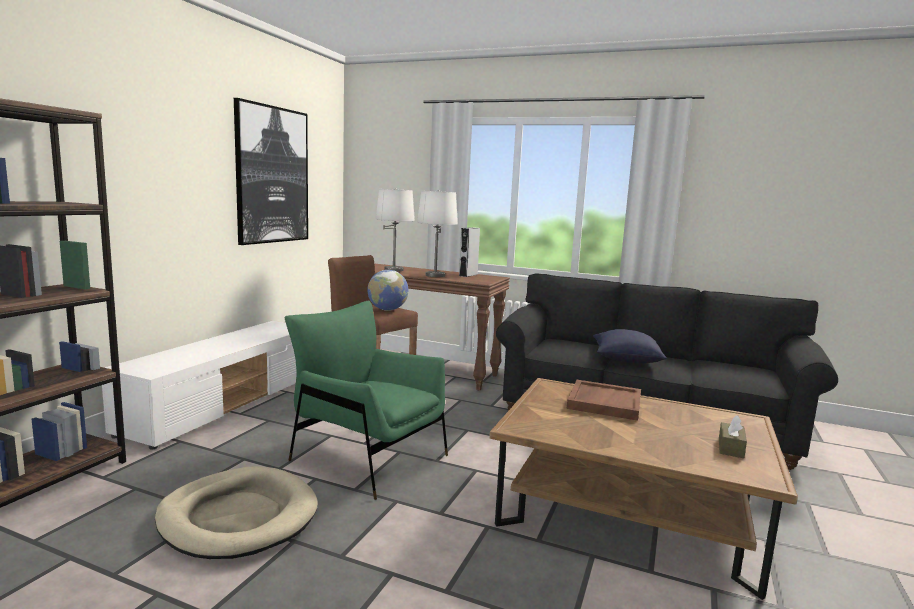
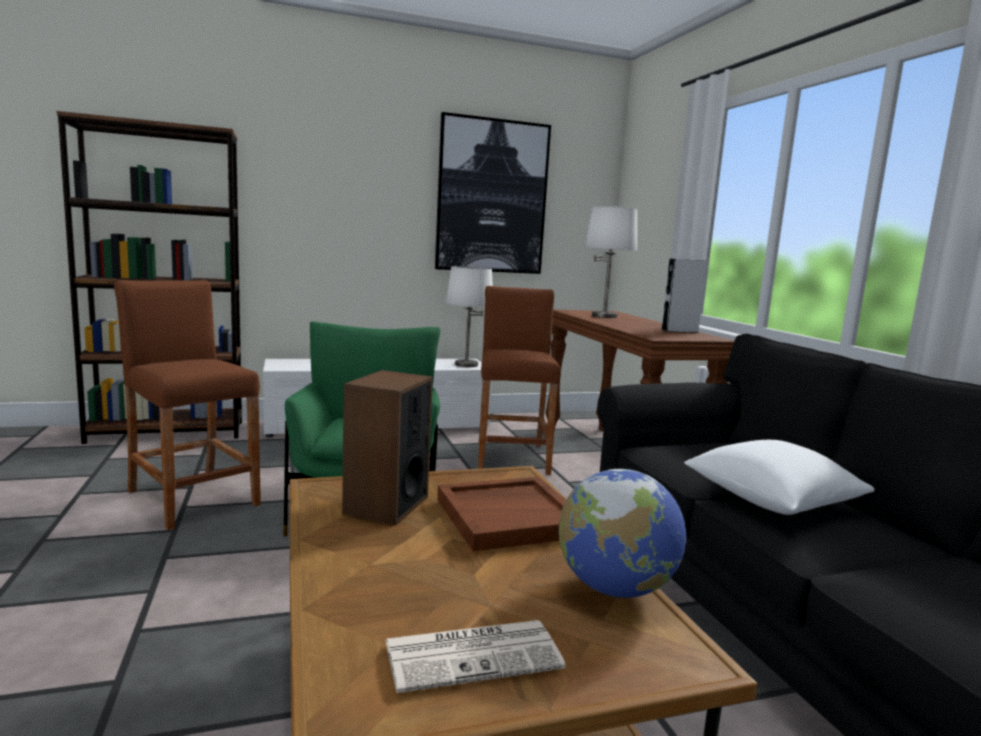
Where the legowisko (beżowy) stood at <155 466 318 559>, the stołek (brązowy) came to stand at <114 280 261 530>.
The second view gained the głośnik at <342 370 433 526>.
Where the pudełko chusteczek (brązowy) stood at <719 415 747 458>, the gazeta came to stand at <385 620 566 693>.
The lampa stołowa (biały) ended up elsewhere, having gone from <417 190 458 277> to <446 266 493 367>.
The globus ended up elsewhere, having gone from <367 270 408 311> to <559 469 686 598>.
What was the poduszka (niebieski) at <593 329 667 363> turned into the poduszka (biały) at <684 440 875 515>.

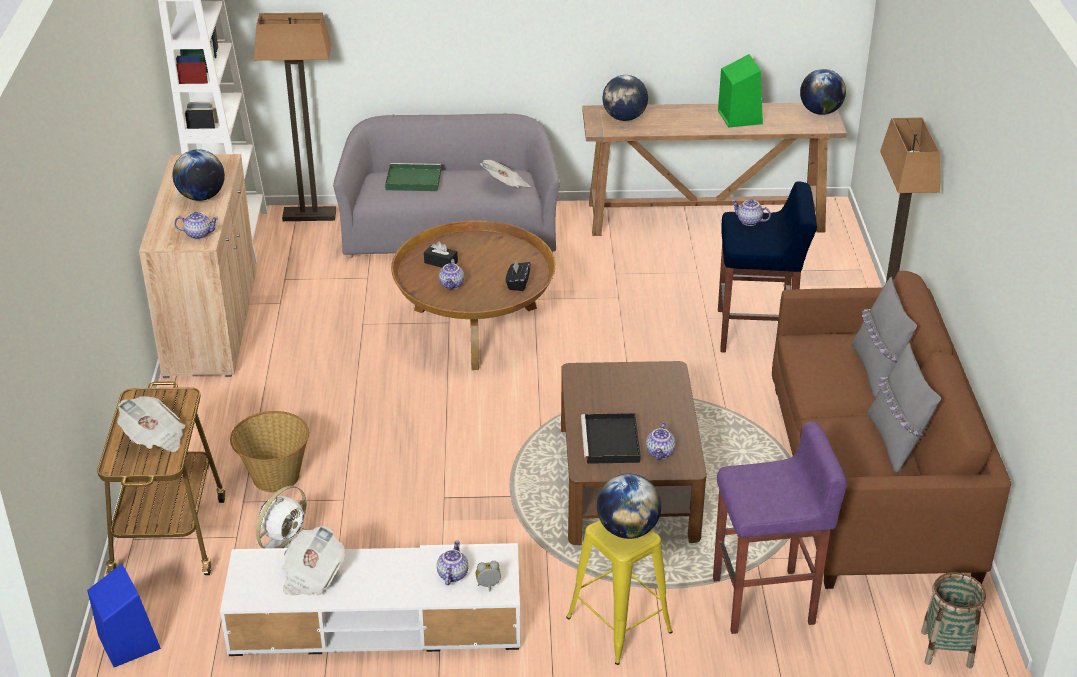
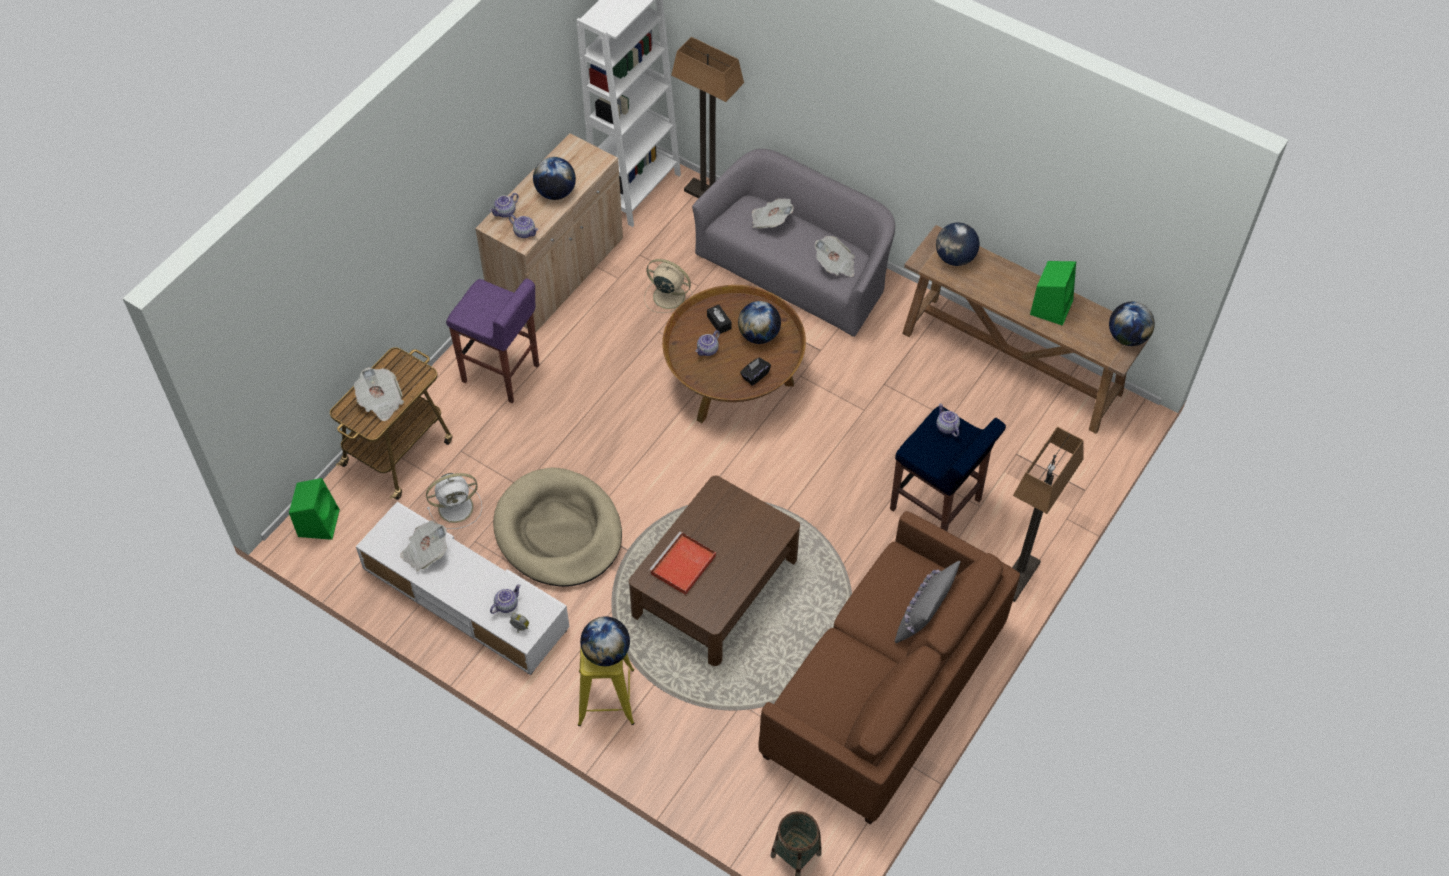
What was the głośnik (niebieski) at <87 564 161 667> turned into the głośnik (zielony) at <289 478 340 540>.
The stołek (fioletowy) ended up elsewhere, having gone from <713 422 847 634> to <446 279 539 403>.
The imbryk ended up elsewhere, having gone from <646 422 676 460> to <489 193 519 218>.
The second view gained the legowisko (beżowy) at <493 467 622 587>.
The second view gained the wentylator (beżowy) at <644 259 693 313>.
What was the taca (czarny) at <581 413 641 464> turned into the taca (czerwony) at <649 532 716 595>.
The second view gained the globus at <738 301 781 344>.
Where the taca (zielony) stood at <385 163 441 191>, the gazeta came to stand at <752 198 794 228>.
The second view lost the koszyk at <230 411 309 492>.
The second view lost the poduszka (szary) at <867 343 941 473>.

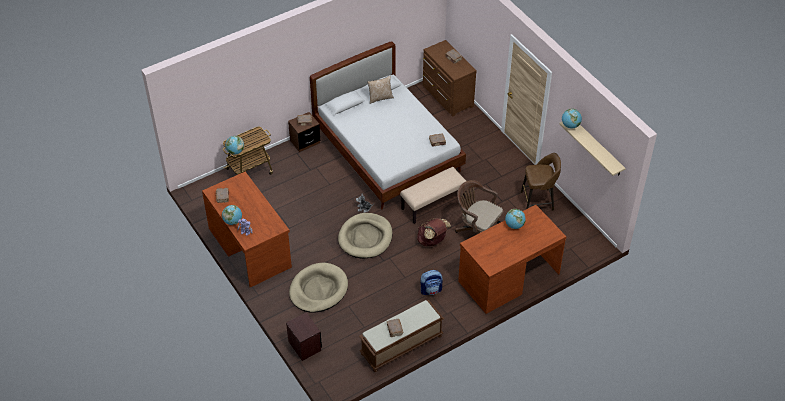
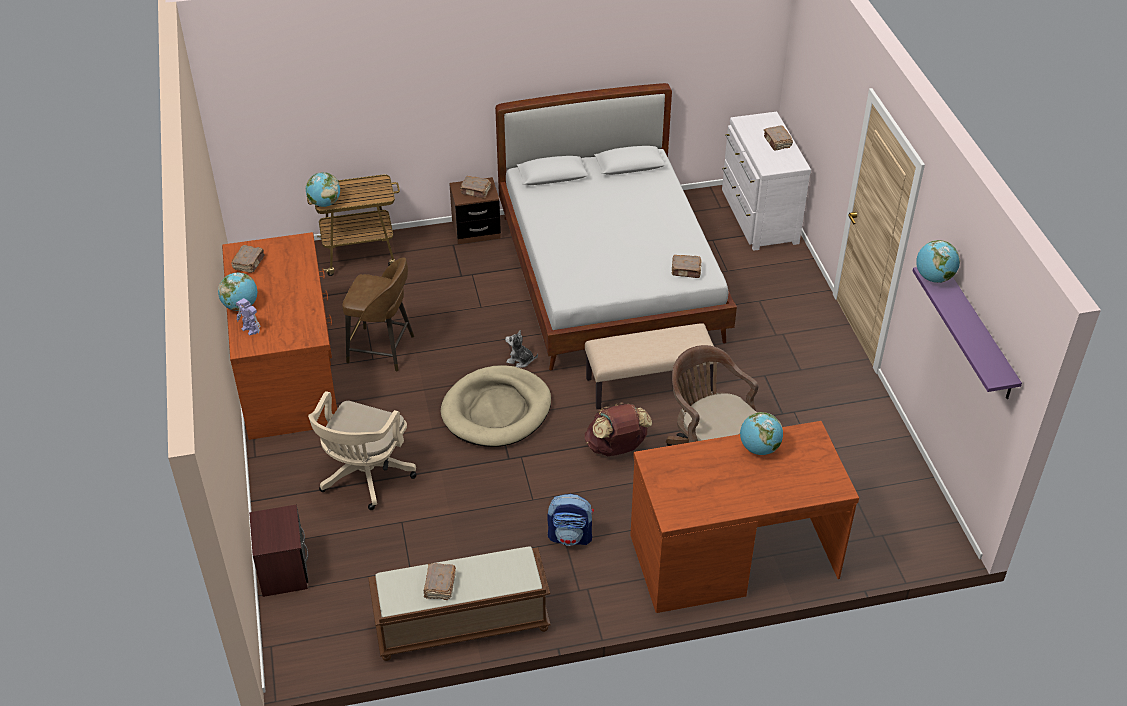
Where the legowisko (beżowy) stood at <289 263 348 312>, the krzesło biurowe (beżowy) came to stand at <308 391 417 510>.
The stołek (brązowy) ended up elsewhere, having gone from <521 153 561 210> to <342 257 414 372>.
What was the komoda (brązowy) at <423 40 477 117> turned into the komoda (biały) at <722 112 811 251>.
What was the półka (beżowy) at <559 122 626 176> turned into the półka (fioletowy) at <912 267 1022 399>.
The second view lost the poduszka at <367 76 394 104>.

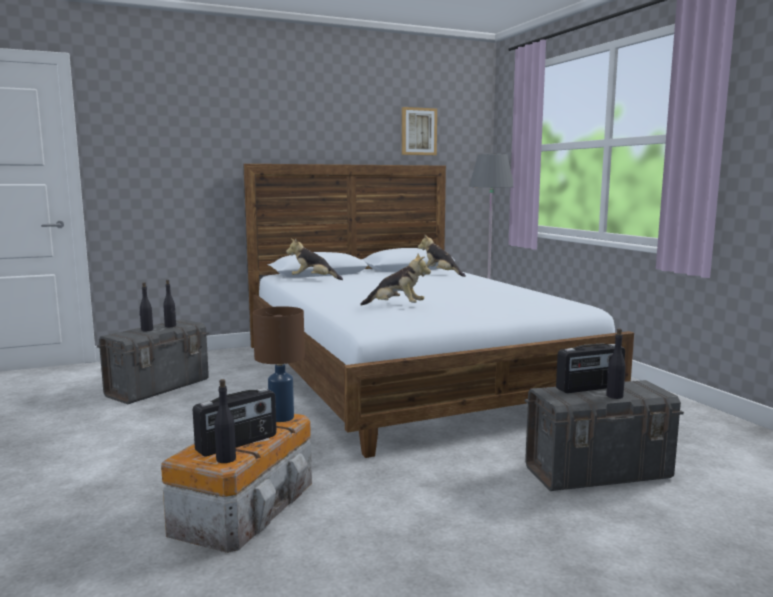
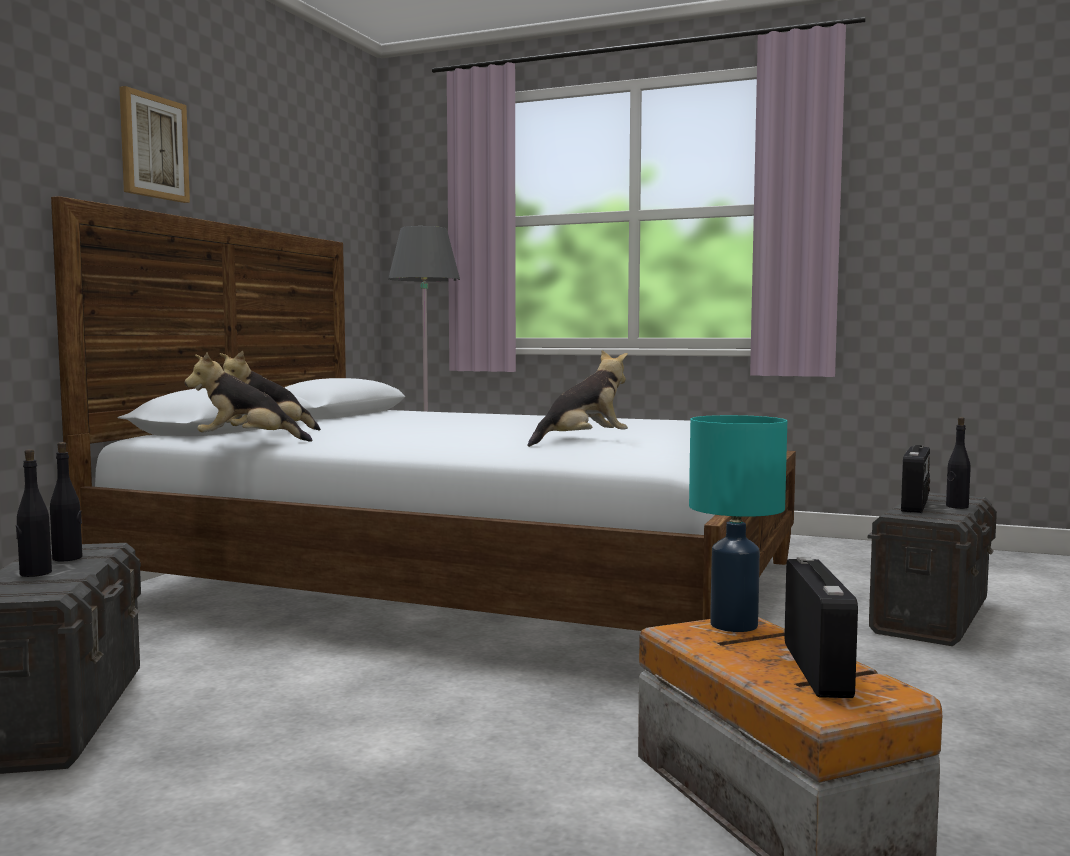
The obraz ended up elsewhere, having gone from <402 107 437 155> to <119 86 190 203>.
The pluszak ended up elsewhere, having gone from <418 235 466 277> to <185 352 313 442>.
What was the lampa stołowa (brązowy) at <253 306 305 422> turned into the lampa stołowa (turkusowy) at <689 415 787 632>.
The second view lost the butelka (czarny) at <214 379 236 463>.

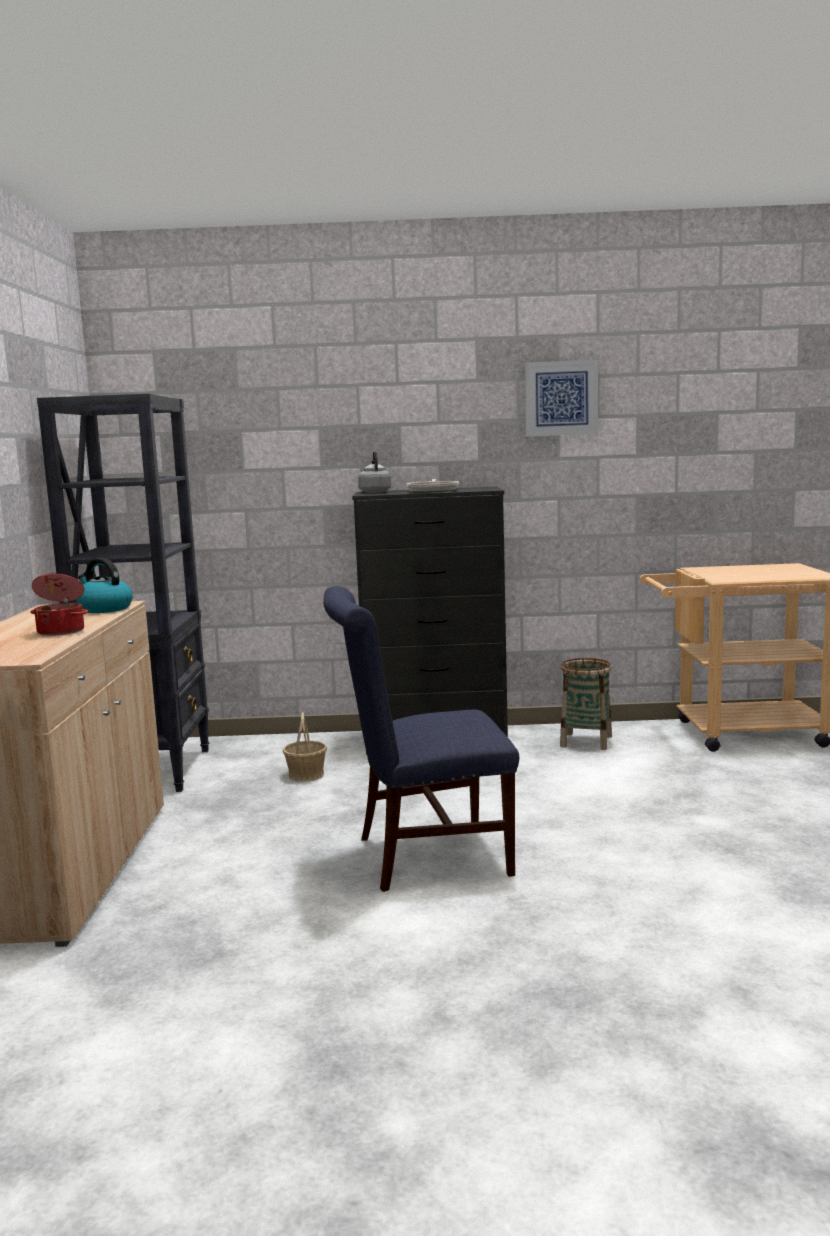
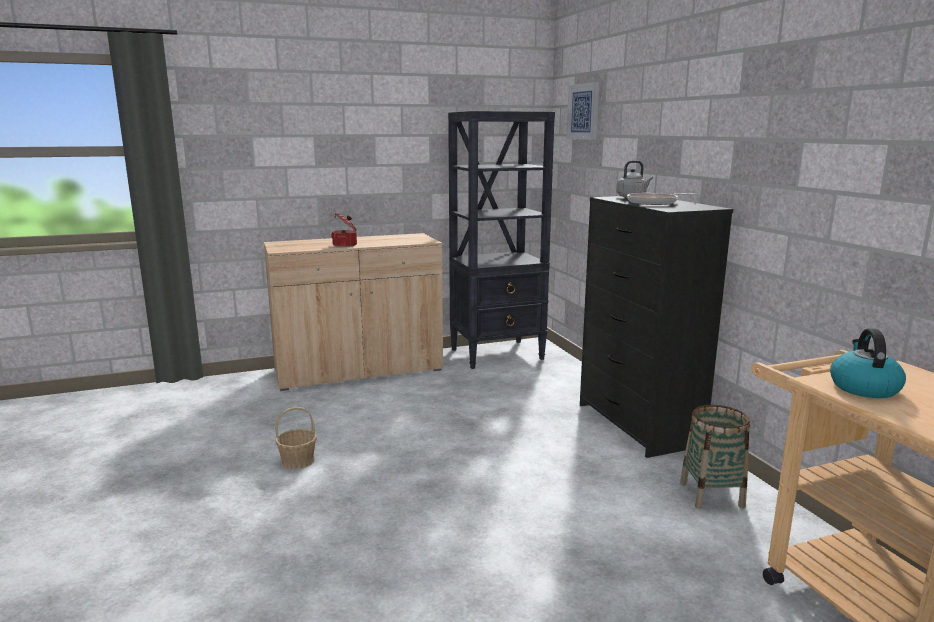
The koszyk ended up elsewhere, having gone from <282 712 327 782> to <275 407 317 470>.
The obraz ended up elsewhere, having gone from <525 360 598 436> to <566 82 599 140>.
The czajnik ended up elsewhere, having gone from <76 558 133 613> to <830 328 906 398>.
The second view lost the krzesło (niebieski) at <323 586 519 892>.

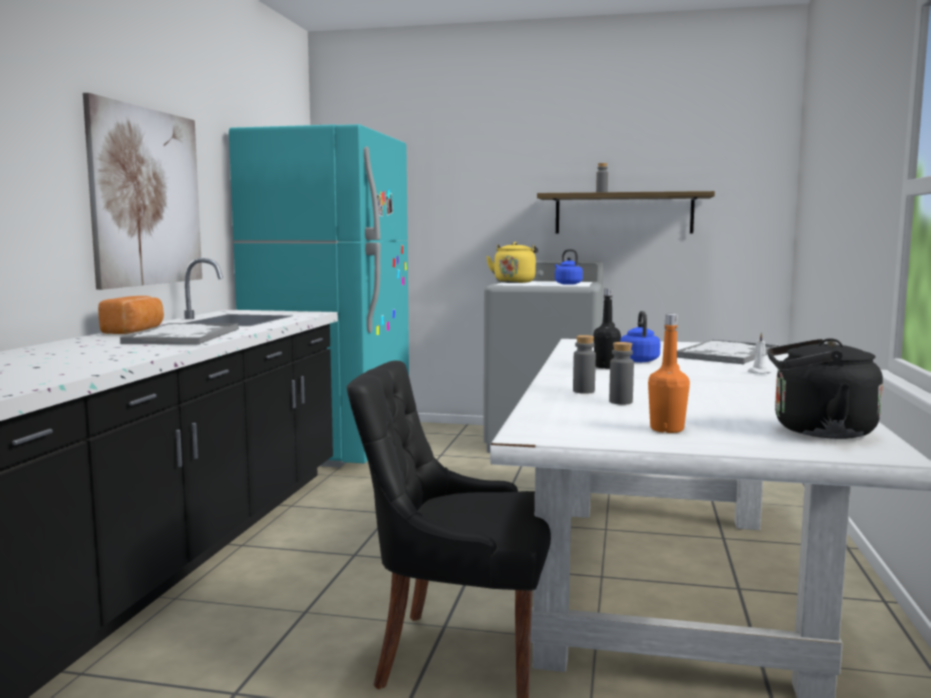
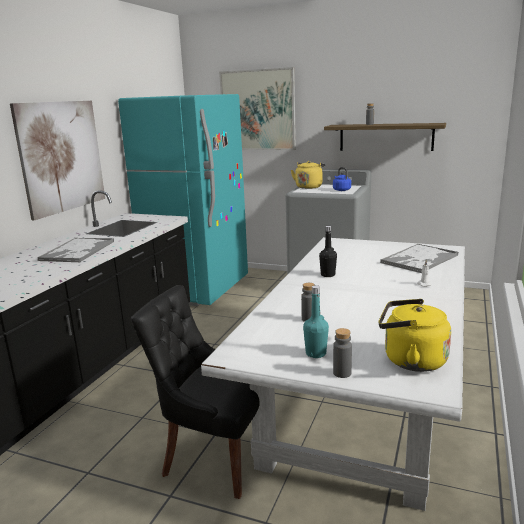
The second view gained the obraz at <219 67 296 150>.
What was the butelka (pomarańczowy) at <648 314 690 433> turned into the butelka (turkusowy) at <303 285 329 358>.
The butelka (szary) ended up elsewhere, having gone from <573 335 596 394> to <333 328 352 378>.
What was the czajnik (czarny) at <767 338 883 439> turned into the czajnik (żółty) at <378 299 451 372>.
The second view lost the chleb at <98 296 164 334>.
The second view lost the czajnik (niebieski) at <620 311 661 362>.

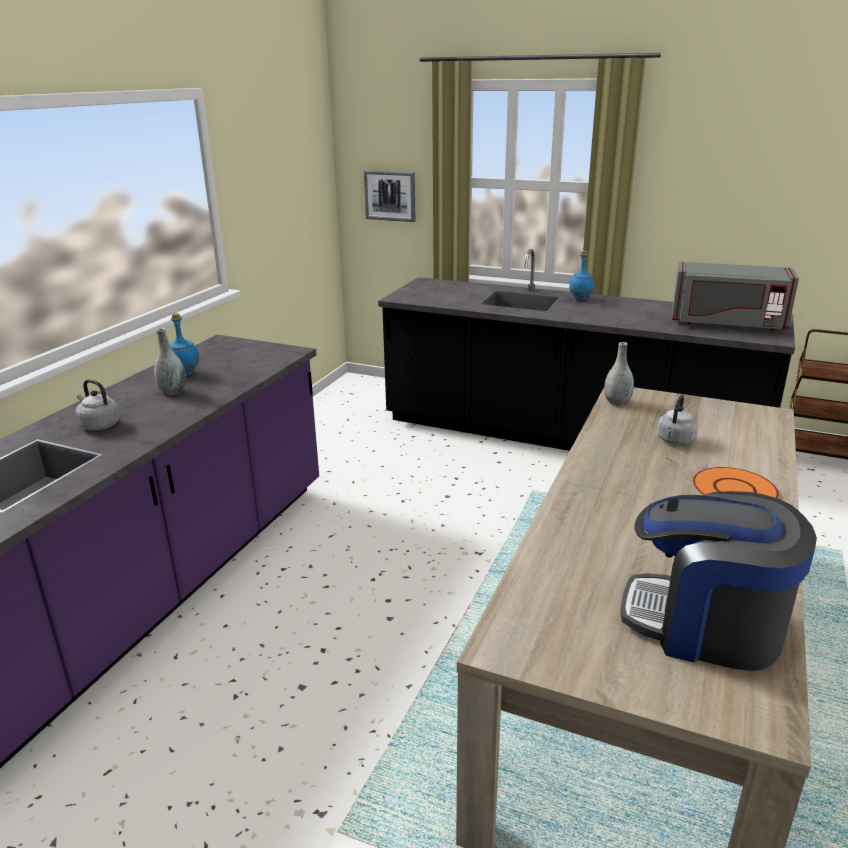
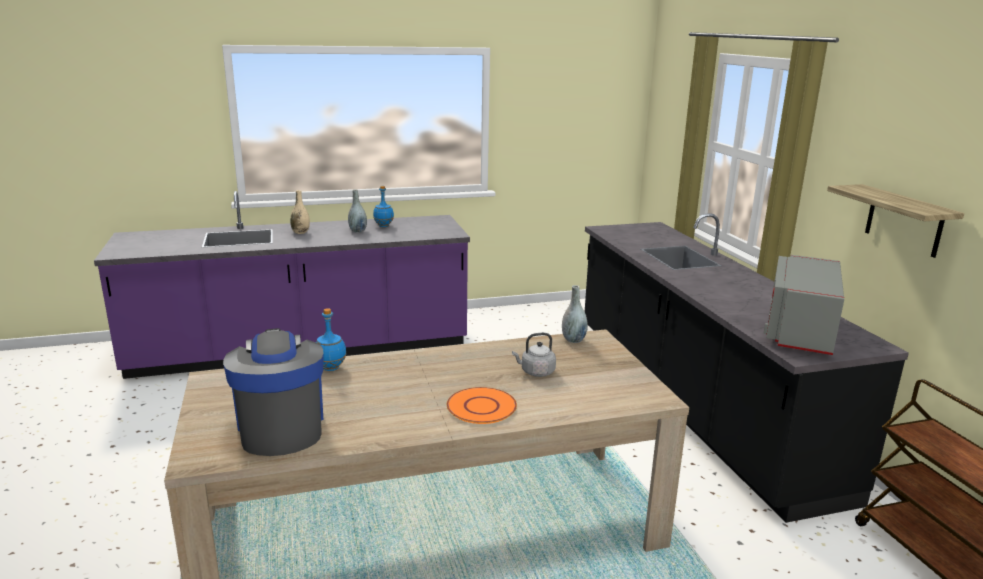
Where the czajnik (szary) stood at <76 379 120 430>, the wazon (beżowy) came to stand at <290 190 310 234>.
The butelka (niebieski) ended up elsewhere, having gone from <569 251 594 300> to <316 308 347 371>.
The mikrofalówka (szary) at <672 262 799 331> ended up facing another way, 45 degrees clockwise from before.
The second view gained the półka at <827 184 964 258>.
The second view lost the obraz at <364 170 415 222>.

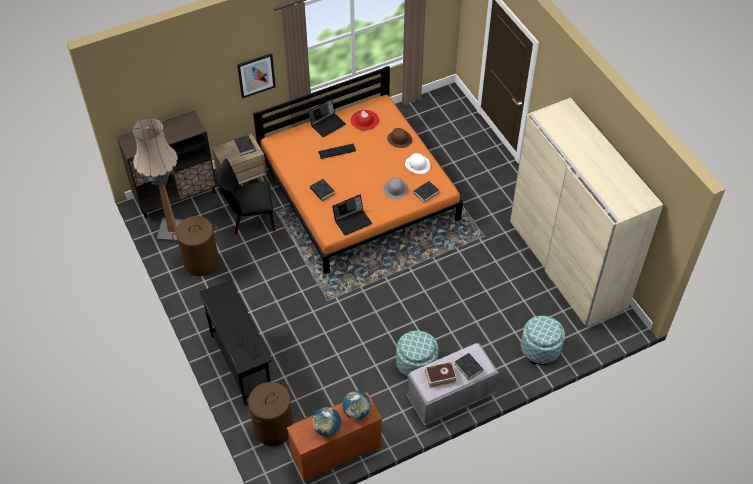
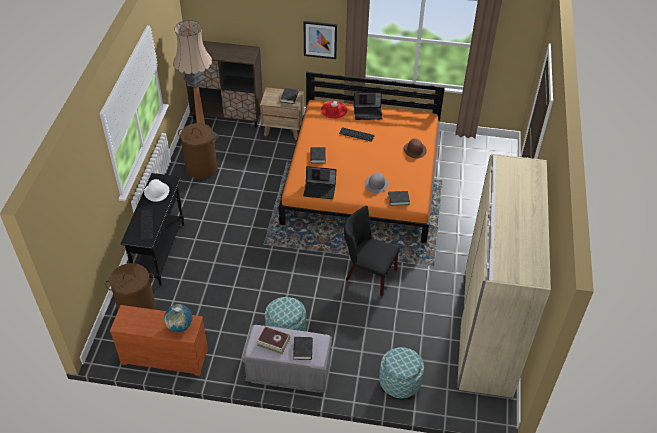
The kapelusz (biały) ended up elsewhere, having gone from <405 153 430 174> to <144 179 169 202>.
The kapelusz (czerwony) ended up elsewhere, having gone from <350 110 379 131> to <321 101 348 119>.
The krzesło (czarny) ended up elsewhere, having gone from <217 158 275 235> to <344 205 400 297>.
The second view lost the globus at <312 407 341 436>.

